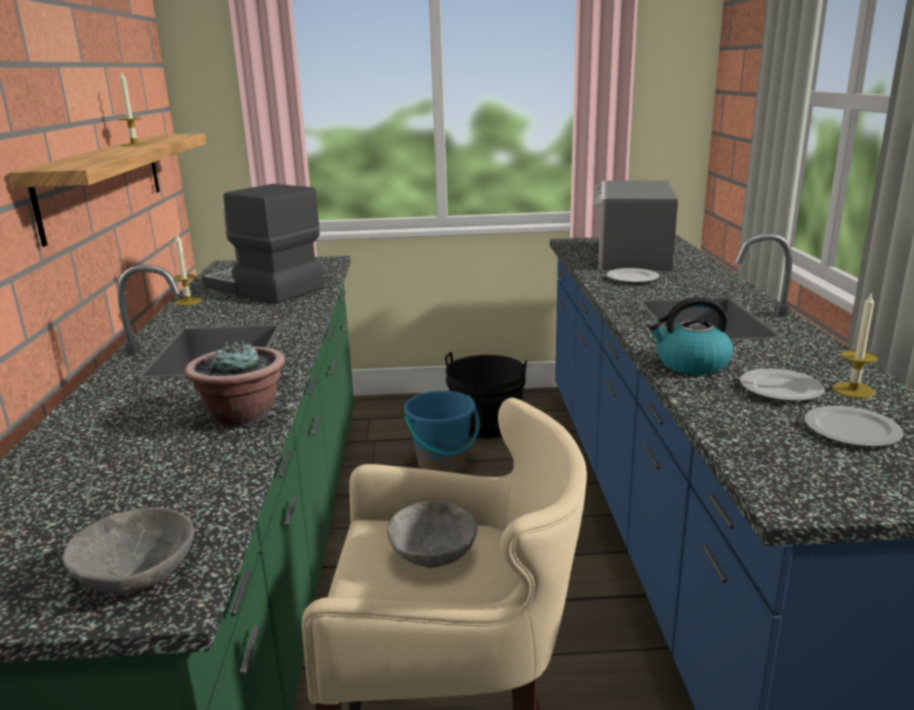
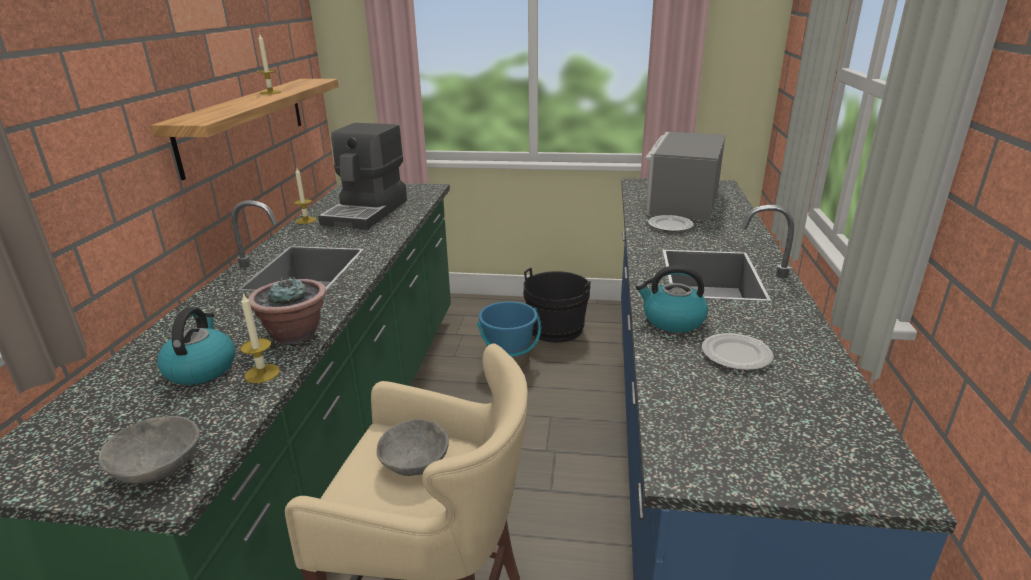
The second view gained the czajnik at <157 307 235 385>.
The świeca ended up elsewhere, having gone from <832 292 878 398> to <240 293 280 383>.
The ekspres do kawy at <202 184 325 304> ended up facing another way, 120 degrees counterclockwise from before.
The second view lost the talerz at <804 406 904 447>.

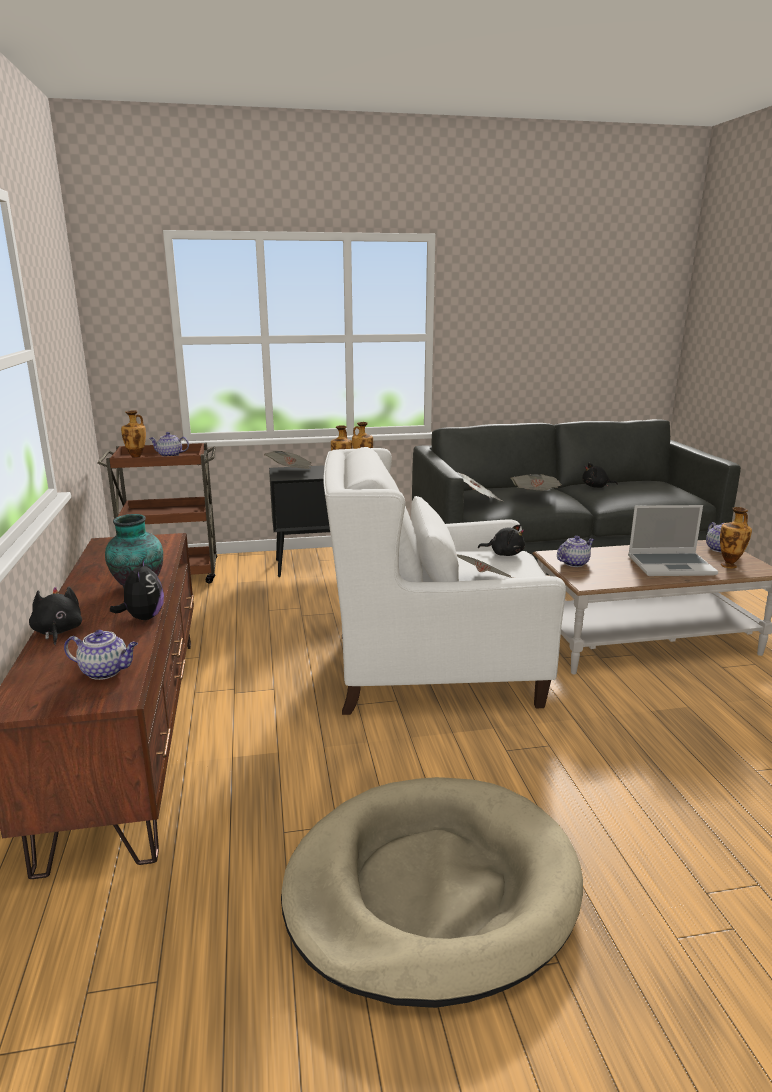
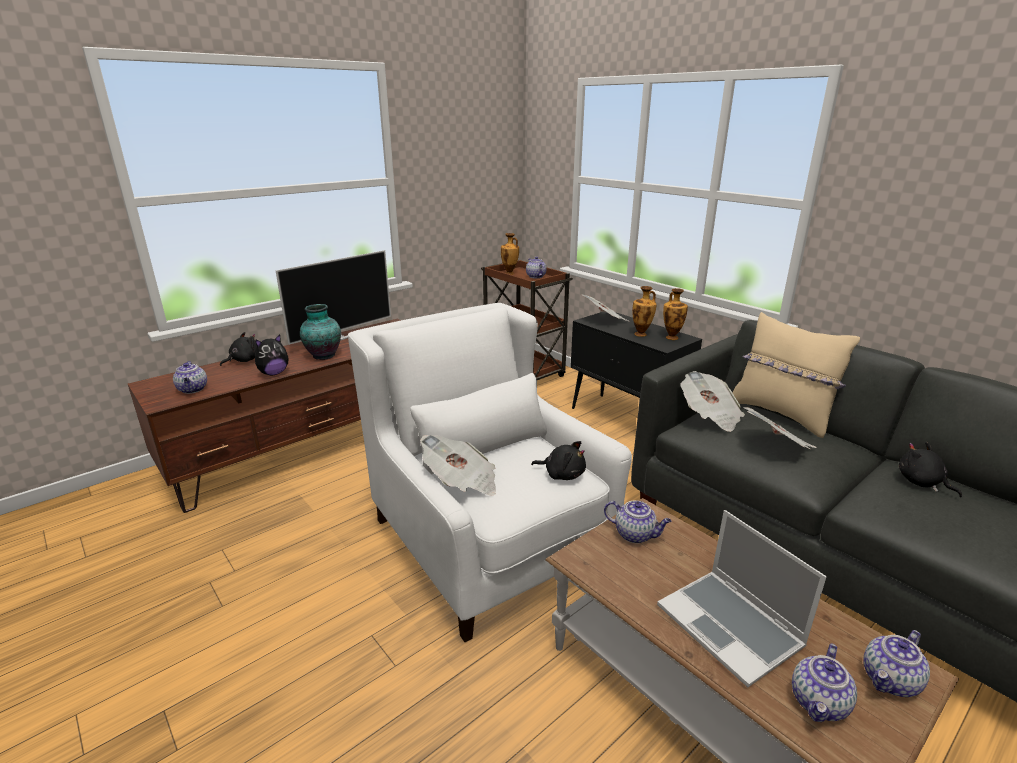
The second view gained the telewizor at <275 250 391 345>.
The pluszak (czarny) at <478 524 525 556> ended up facing another way, 60 degrees counterclockwise from before.
The second view gained the poduszka (beżowy) at <732 312 860 438>.
Where the wazon stood at <720 507 752 568>, the imbryk came to stand at <792 643 857 722>.
The second view lost the legowisko (beżowy) at <281 777 583 1008>.

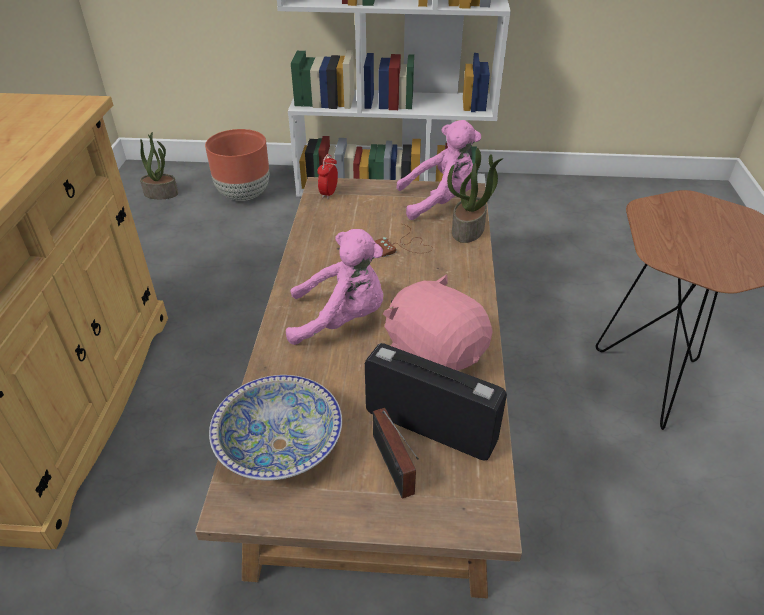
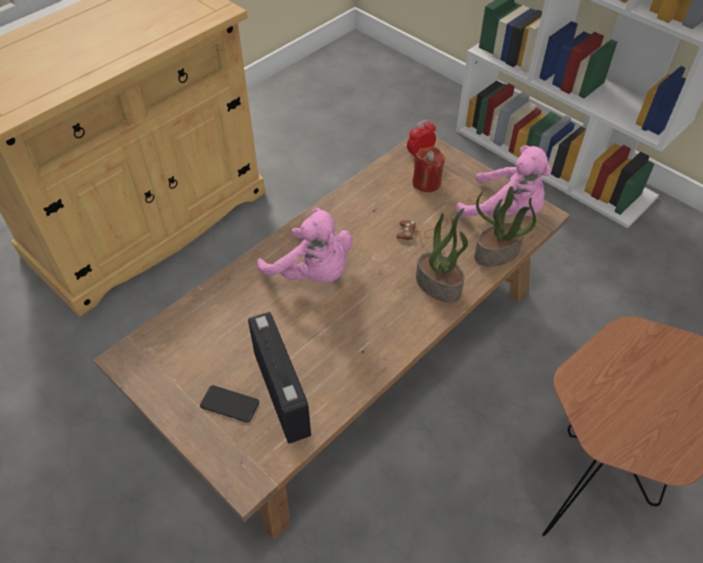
Where the radio stood at <373 408 419 499>, the telefon came to stand at <200 385 259 423>.
The second view gained the świeca (czerwony) at <413 146 445 192>.
The roślina doniczkowa ended up elsewhere, having gone from <140 132 178 199> to <416 208 468 302>.
The second view lost the donica (brązowy) at <205 129 269 201>.
The second view lost the miska at <209 375 342 480>.
The second view lost the pluszak (różowy) at <383 274 493 370>.

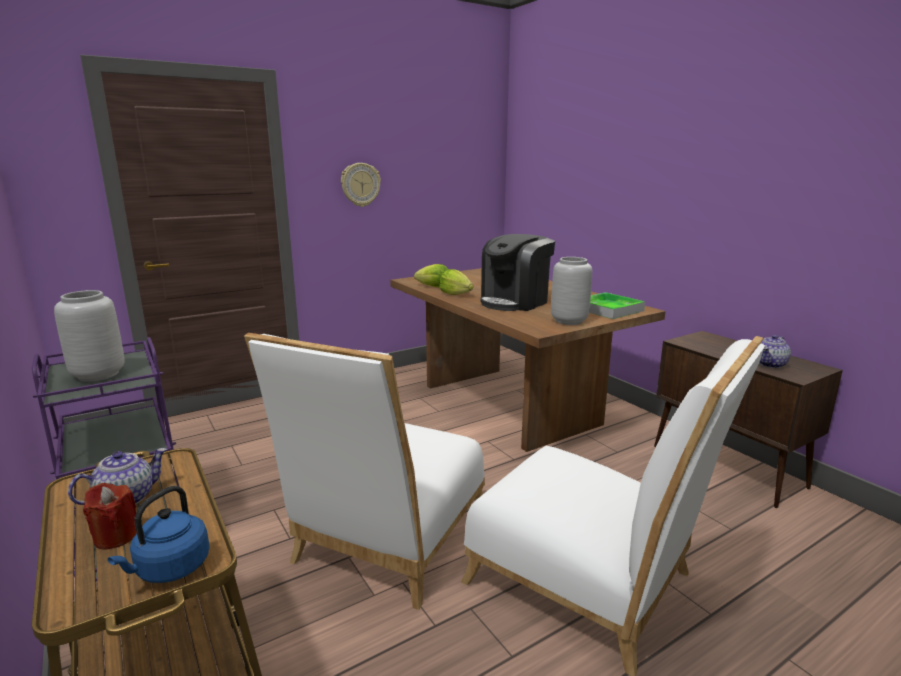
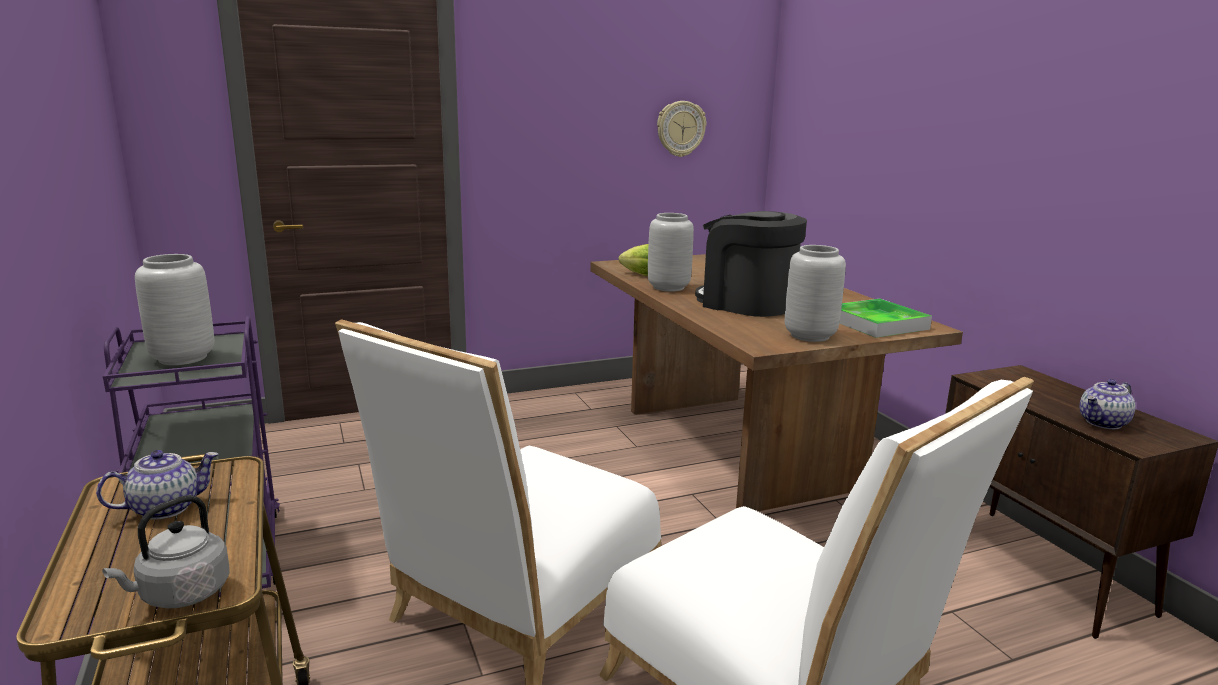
What was the czajnik (niebieski) at <108 486 210 583> turned into the czajnik (szary) at <102 495 229 608>.
Where the sałata stood at <439 269 473 295>, the wazon (szary) came to stand at <648 213 694 292>.
The zegar ścienny ended up elsewhere, having gone from <341 163 381 207> to <657 101 706 157>.
The ekspres do kawy at <480 234 555 311> ended up facing another way, 75 degrees clockwise from before.
The second view lost the świeca (czerwony) at <83 483 137 550>.

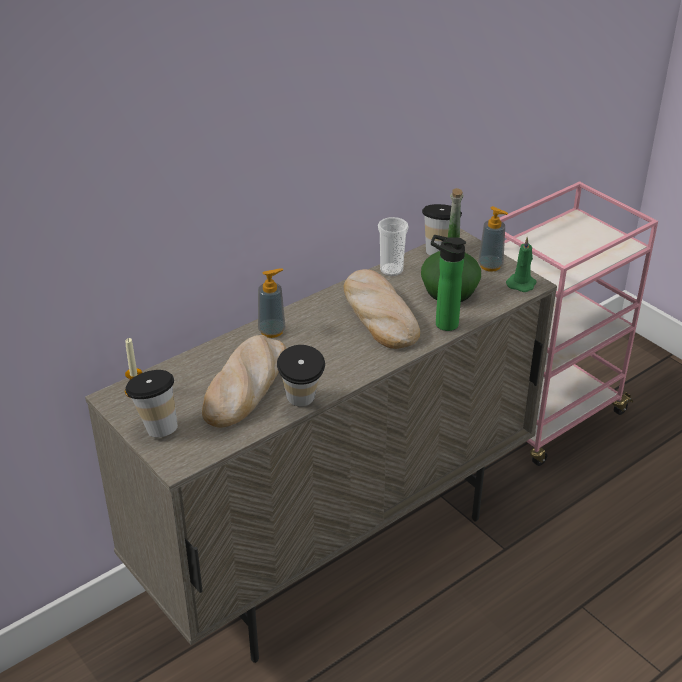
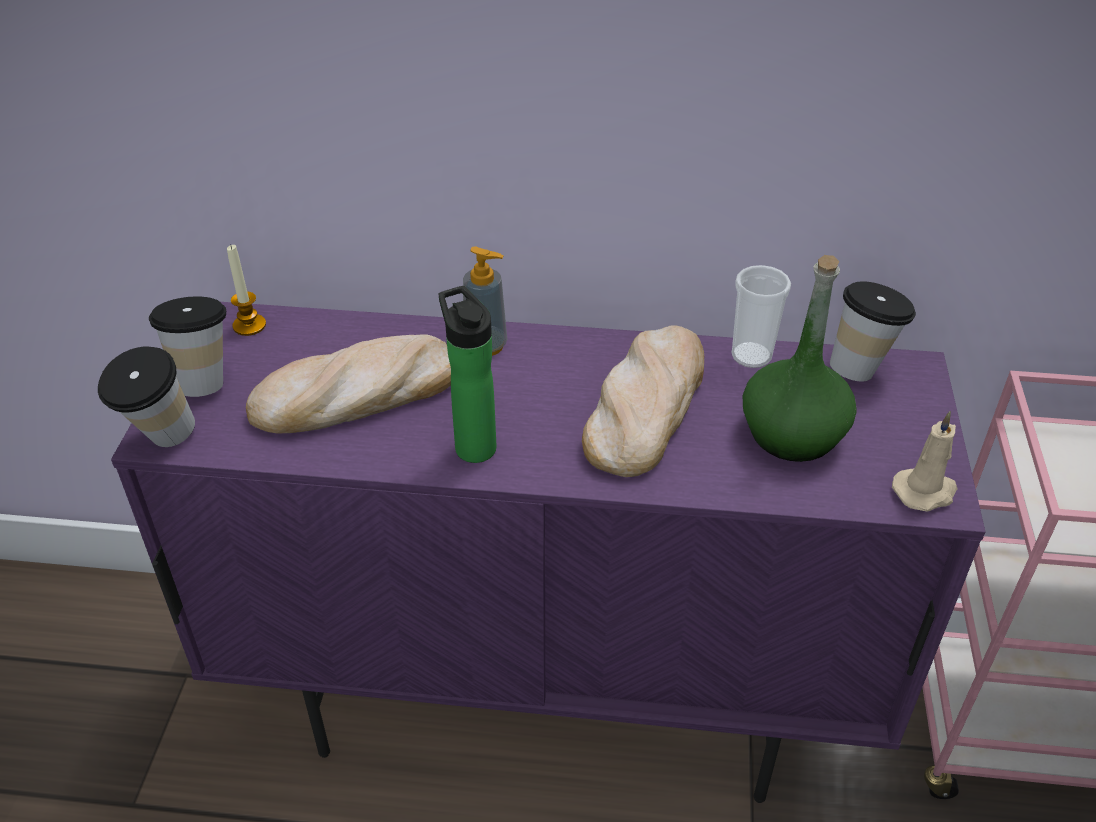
The filiżanka ended up elsewhere, having gone from <277 345 325 406> to <98 347 195 447>.
What was the szafka (beżowy) at <85 228 557 663> turned into the szafka (fioletowy) at <111 302 985 803>.
The butelka ended up elsewhere, having gone from <431 235 466 331> to <439 286 497 463>.
What was the świeca (zielony) at <506 236 536 292> turned into the świeca (beżowy) at <892 411 958 512>.
The second view lost the dozownik mydła at <478 206 508 272>.

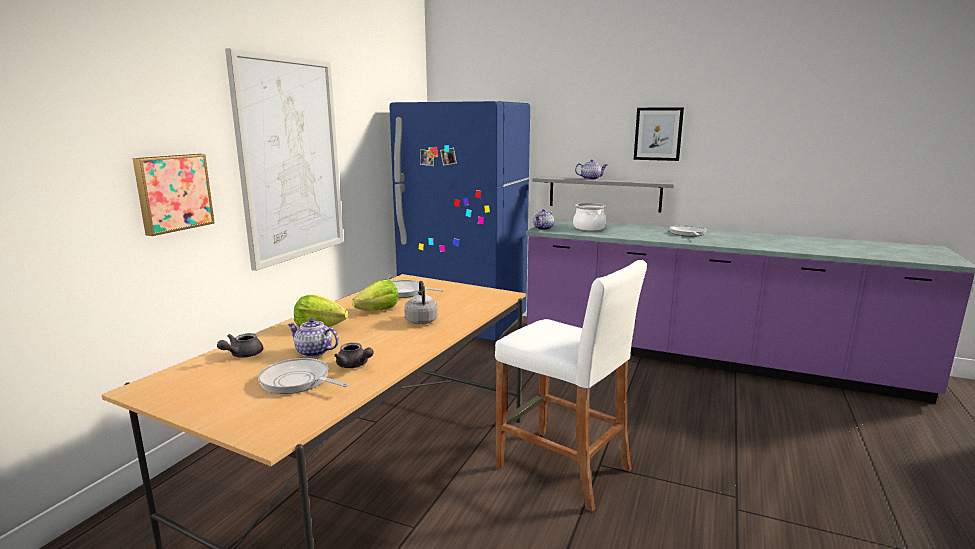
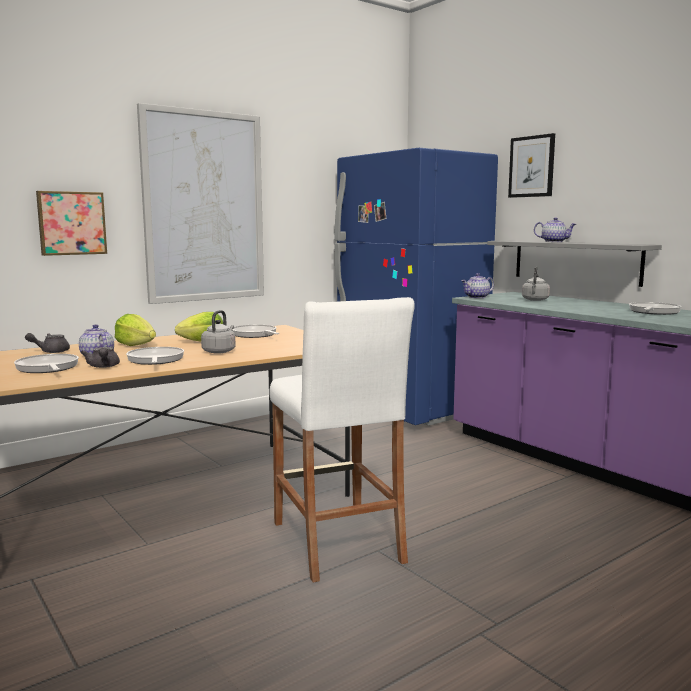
The second view gained the patelnia at <126 347 184 365>.
The obraz ended up elsewhere, having gone from <634 107 684 161> to <508 133 555 198>.
Where the garnek stood at <573 203 606 231>, the czajnik (szary) came to stand at <522 267 550 301>.

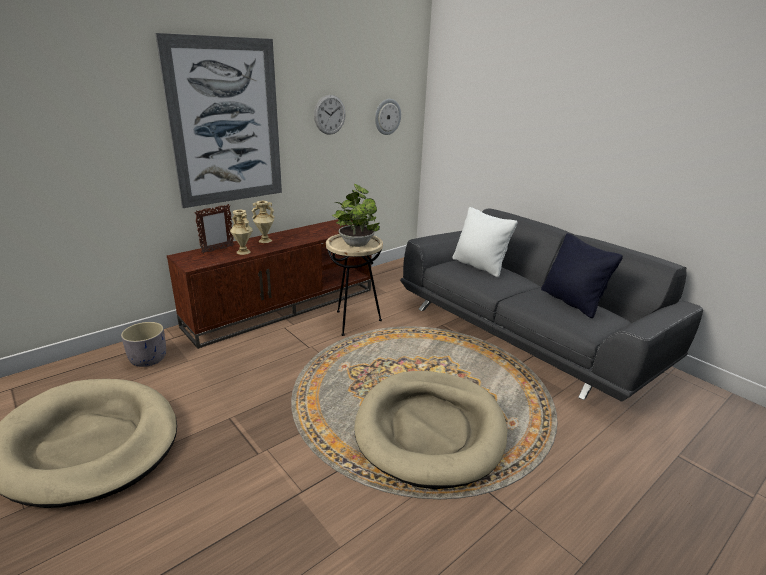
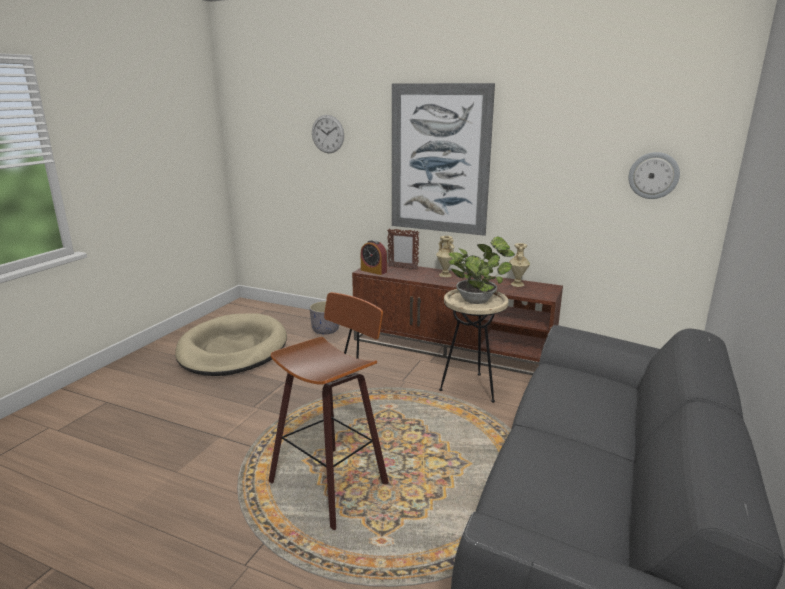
Where the legowisko (beżowy) stood at <354 371 507 489>, the stołek came to stand at <269 292 389 530>.
The zegar ścienny ended up elsewhere, having gone from <314 95 346 135> to <312 115 344 153>.
The second view gained the budzik at <361 240 387 275>.
The wazon (beżowy) ended up elsewhere, having gone from <230 210 253 255> to <509 243 530 287>.
The second view lost the poduszka (biały) at <452 207 518 277>.
The second view lost the poduszka (czarny) at <541 233 623 318>.

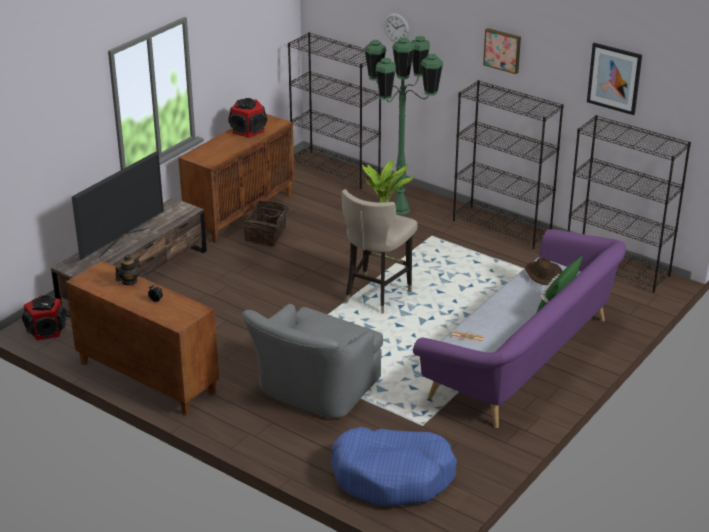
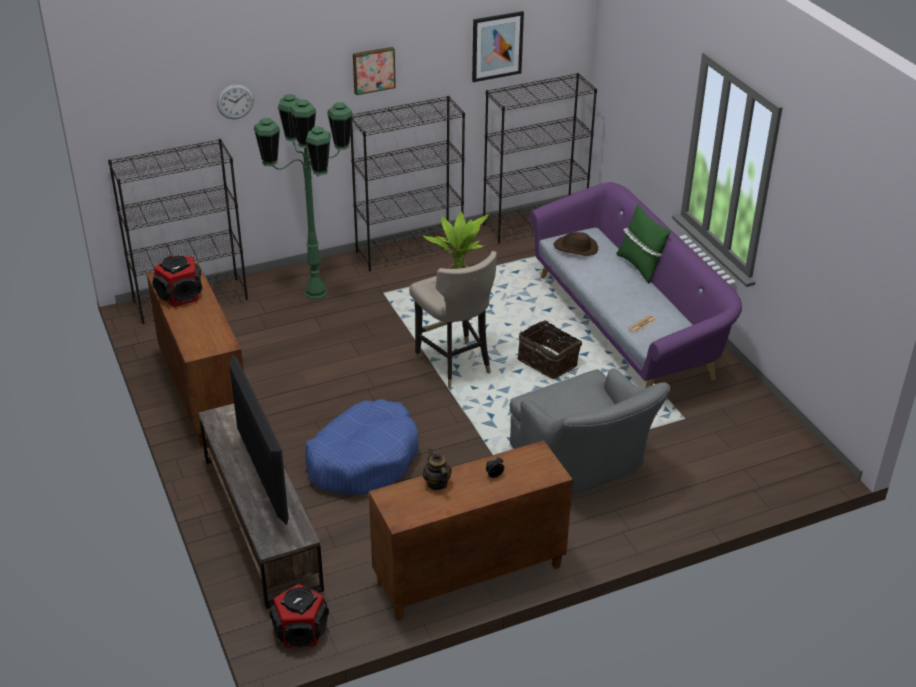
The legowisko (niebieski) ended up elsewhere, having gone from <331 427 457 506> to <305 399 418 495>.
The koszyk ended up elsewhere, having gone from <244 201 293 247> to <517 321 582 379>.

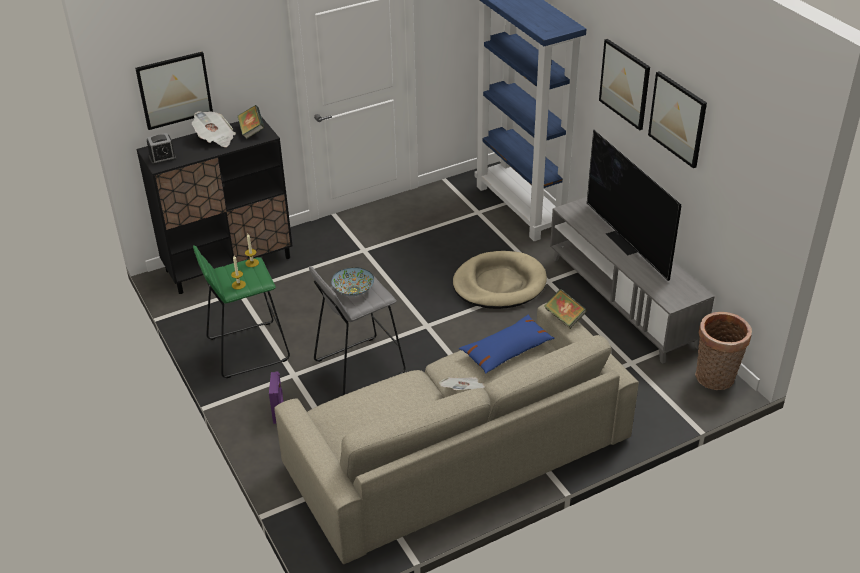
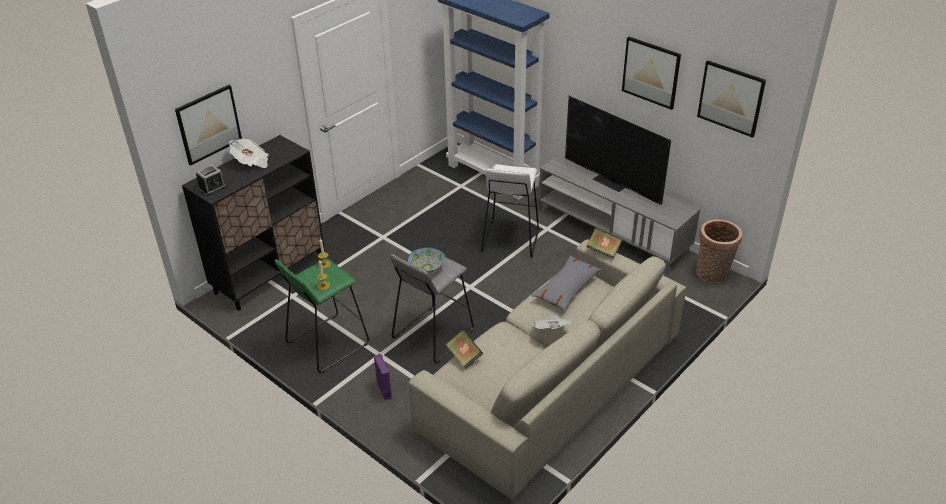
The książka ended up elsewhere, having gone from <238 105 264 139> to <446 330 483 368>.
Where the legowisko (beżowy) stood at <453 251 547 309>, the stołek (biały) came to stand at <481 164 539 257>.
What was the poduszka (niebieski) at <459 314 554 373> turned into the poduszka (szary) at <531 255 601 310>.
The obraz ended up elsewhere, having gone from <599 39 650 130> to <697 60 766 138>.

